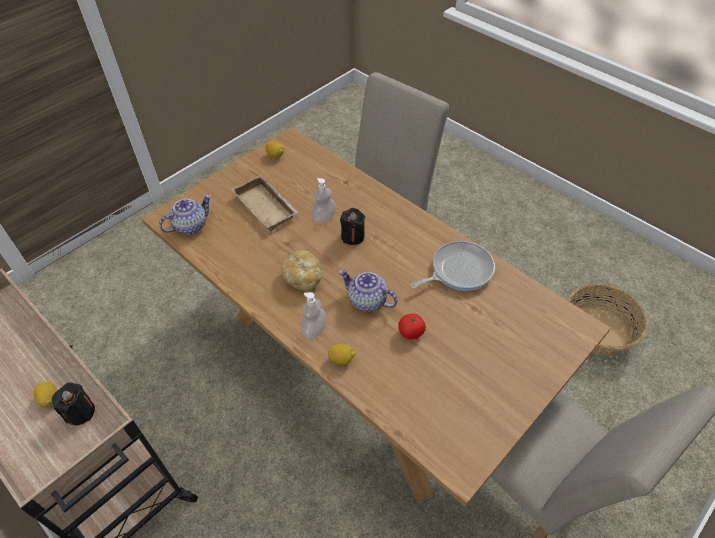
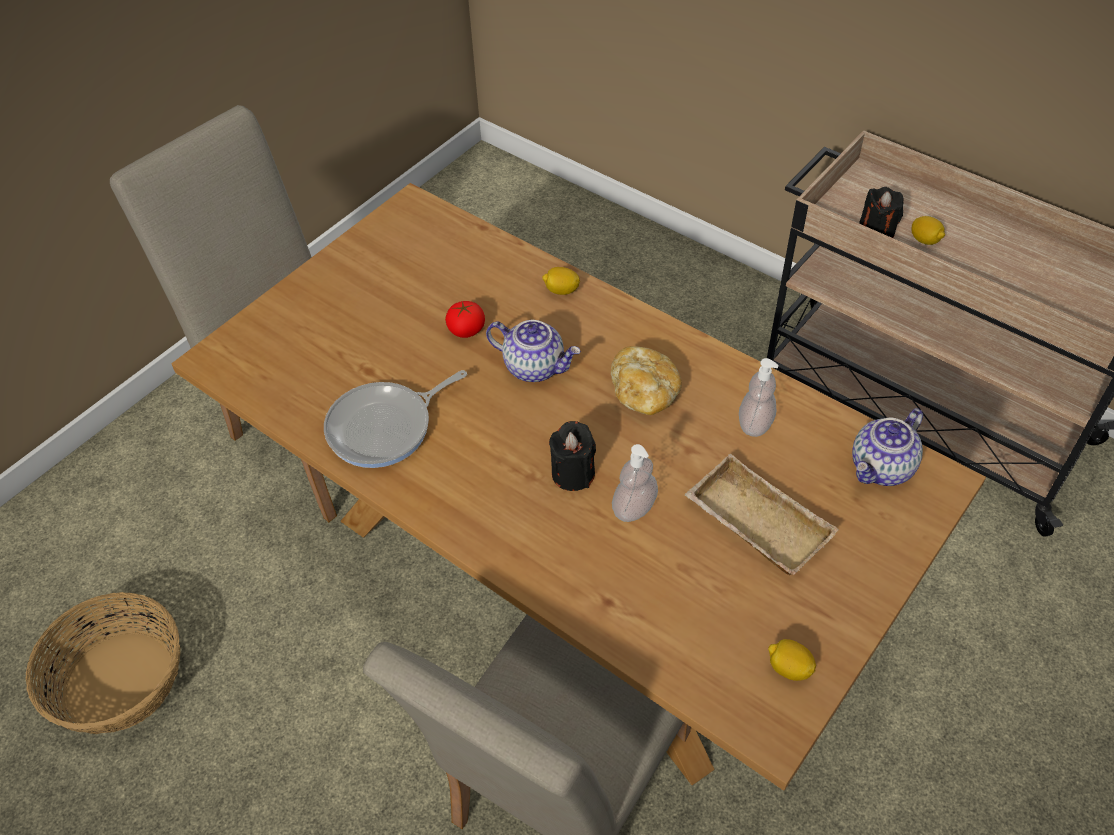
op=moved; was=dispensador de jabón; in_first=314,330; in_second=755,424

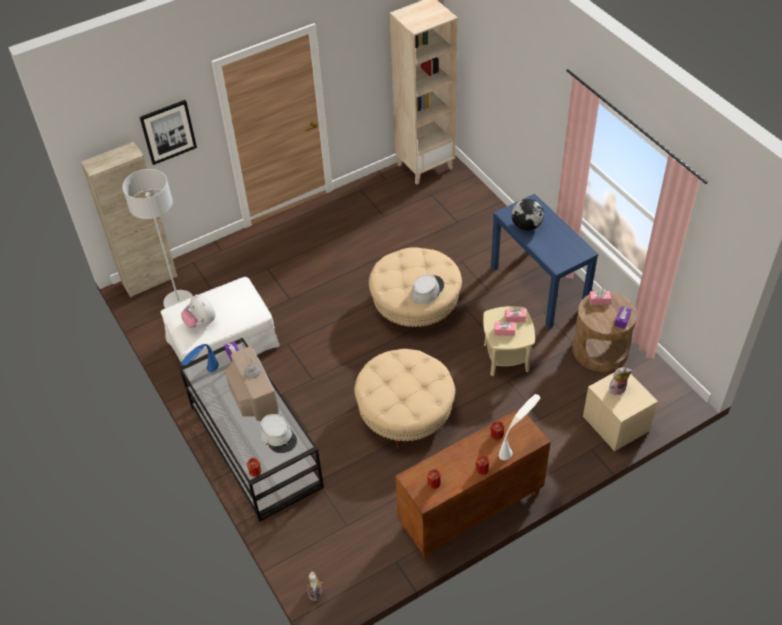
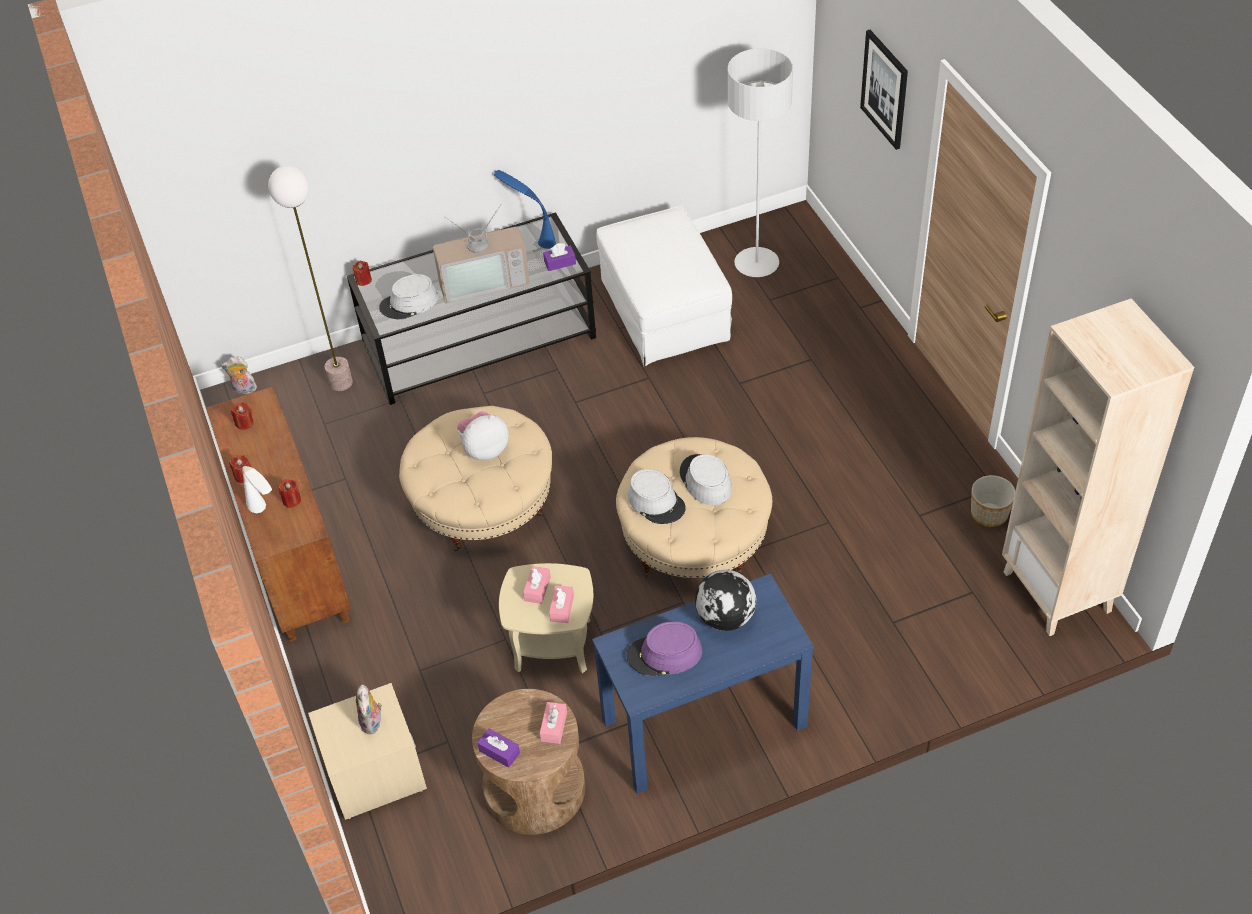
op=removed; was=armario/beis; in_first=149,280
op=moved; was=peluche; in_first=201,322; in_second=484,449
op=added; now=lámpara de pie; in_second=341,382
op=added; now=sombrero/morado; in_second=664,654
op=added; now=sombrero/gris; in_second=705,481
op=added; now=maceta; in_second=990,514

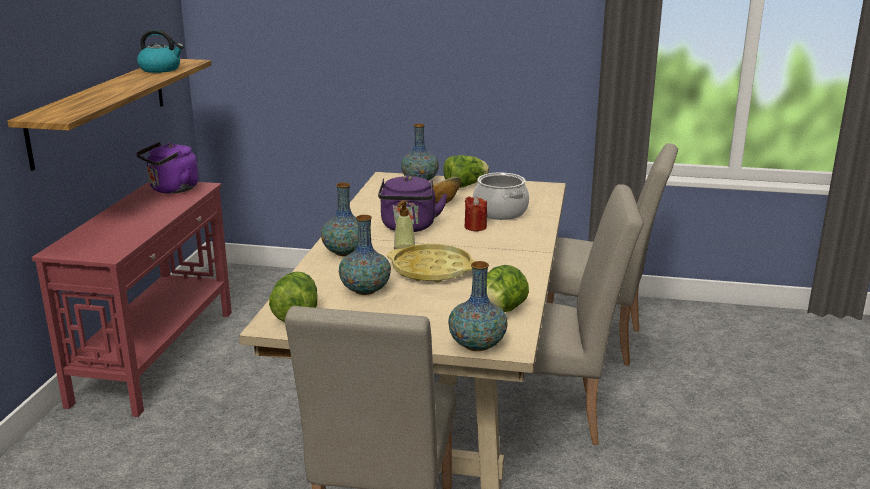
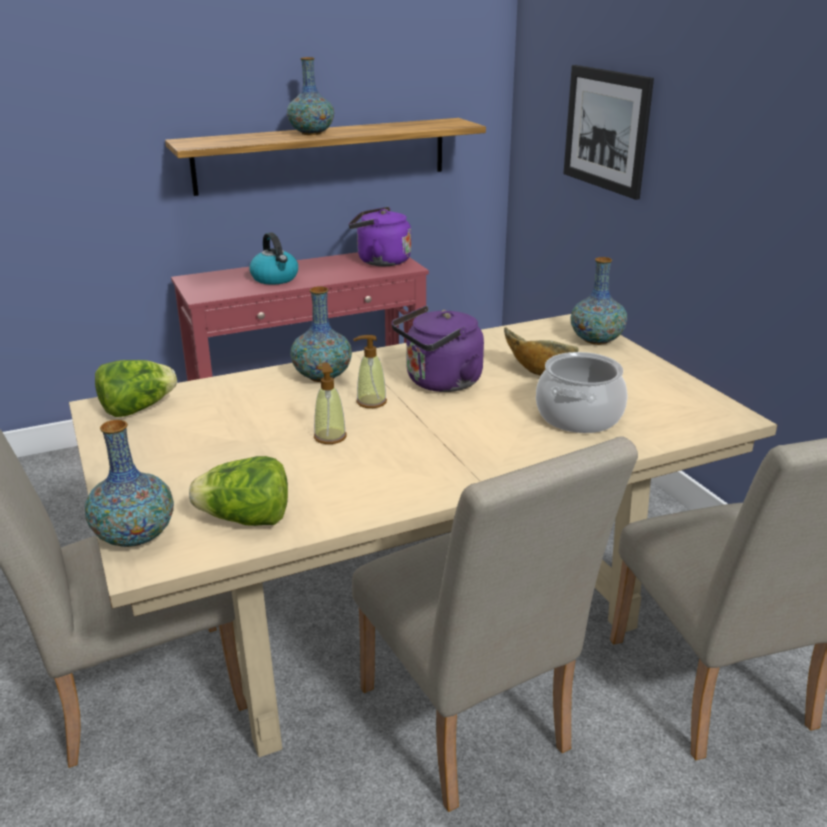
op=moved; was=hervidor; in_first=161,69; in_second=275,278
op=moved; was=florero; in_first=365,290; in_second=311,133
op=replaced; was=bandeja/amarillo; now=dispensador de jabón; in_first=432,270; in_second=330,437
op=removed; was=lechuga; in_first=465,185
op=removed; was=vela/rojo; in_first=475,227
op=added; now=cuadro; in_second=606,130

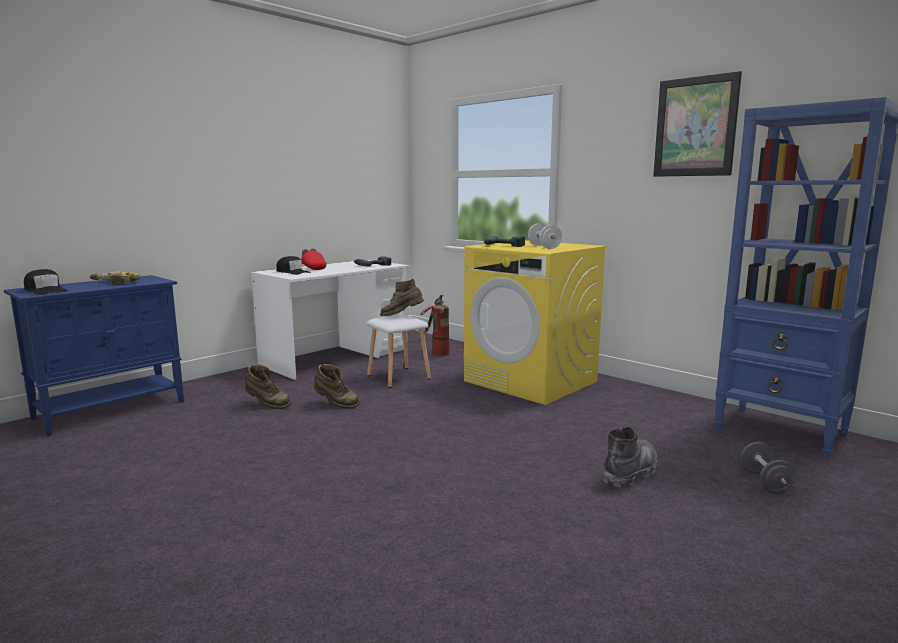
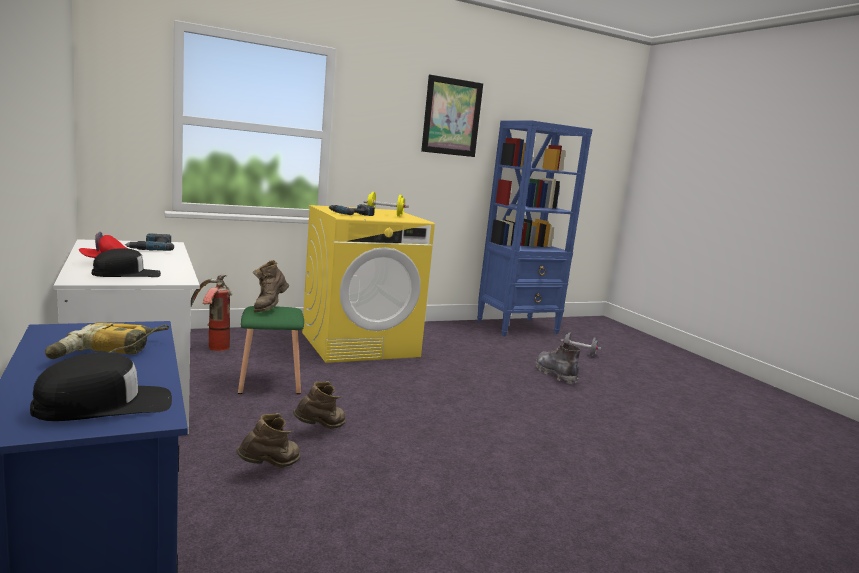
op=recoloured; was=taburete/blanco; now=taburete/verde; in_first=398,377; in_second=271,383
op=recoloured; was=mancuerna/blanco; now=mancuerna/amarillo; in_first=544,247; in_second=385,214

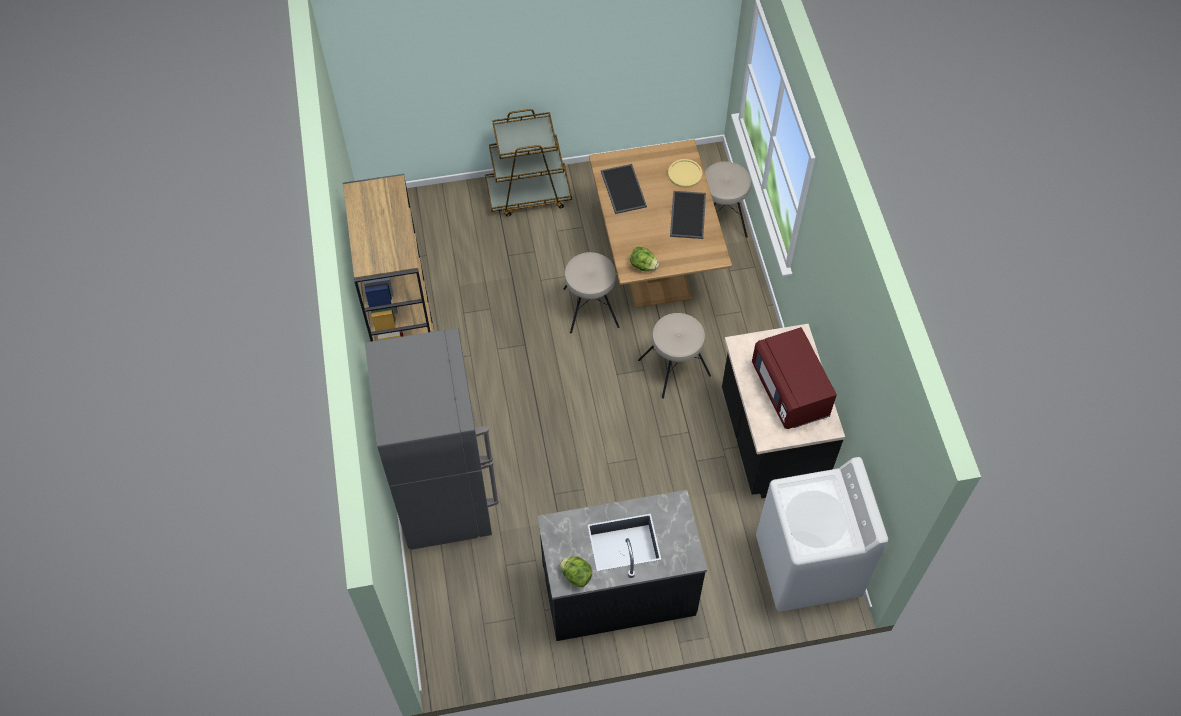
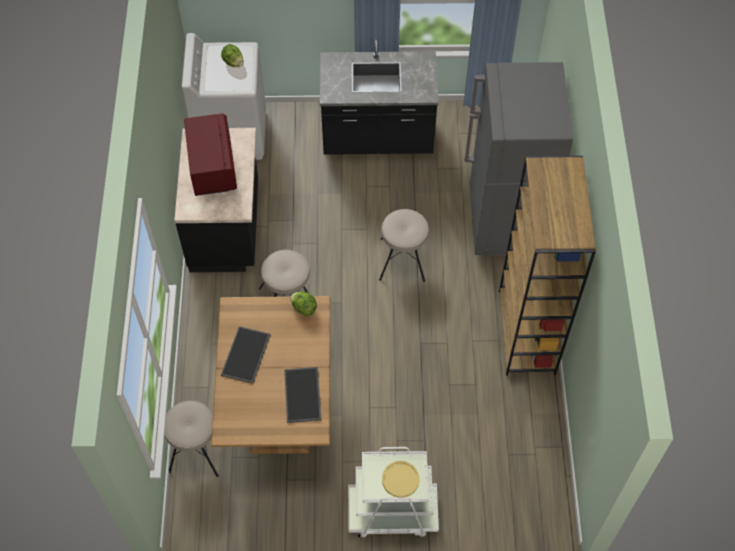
op=recoloured; was=carrito/marrón; now=carrito/blanco; in_first=529,194; in_second=392,512
op=moved; was=lechuga; in_first=576,575; in_second=233,62
op=moved; was=taburete/beis; in_first=590,308; in_second=403,259
op=moved; was=plato/amarillo; in_first=685,174; in_second=400,479

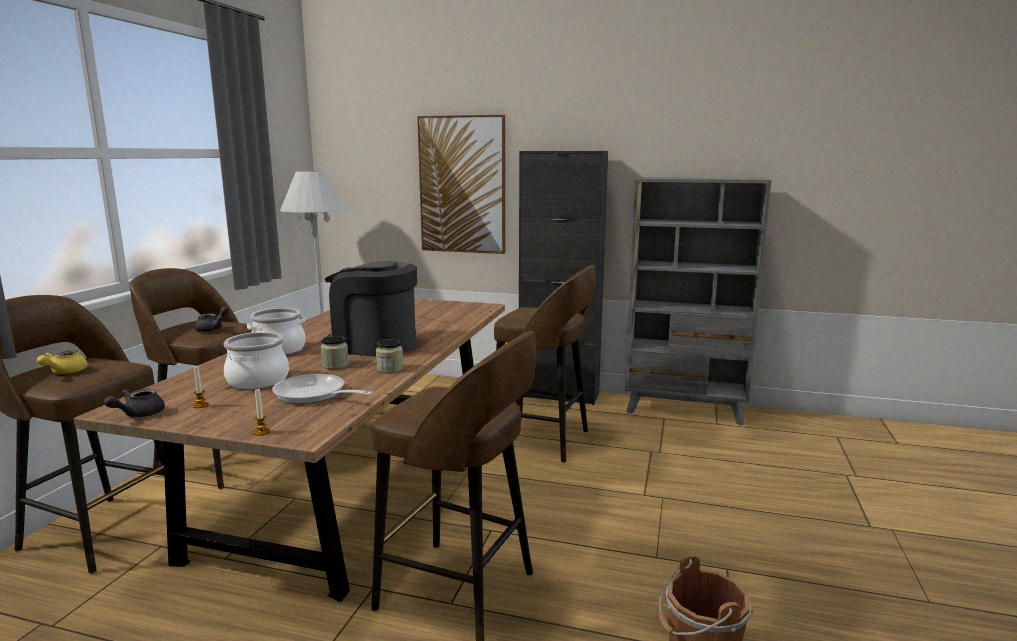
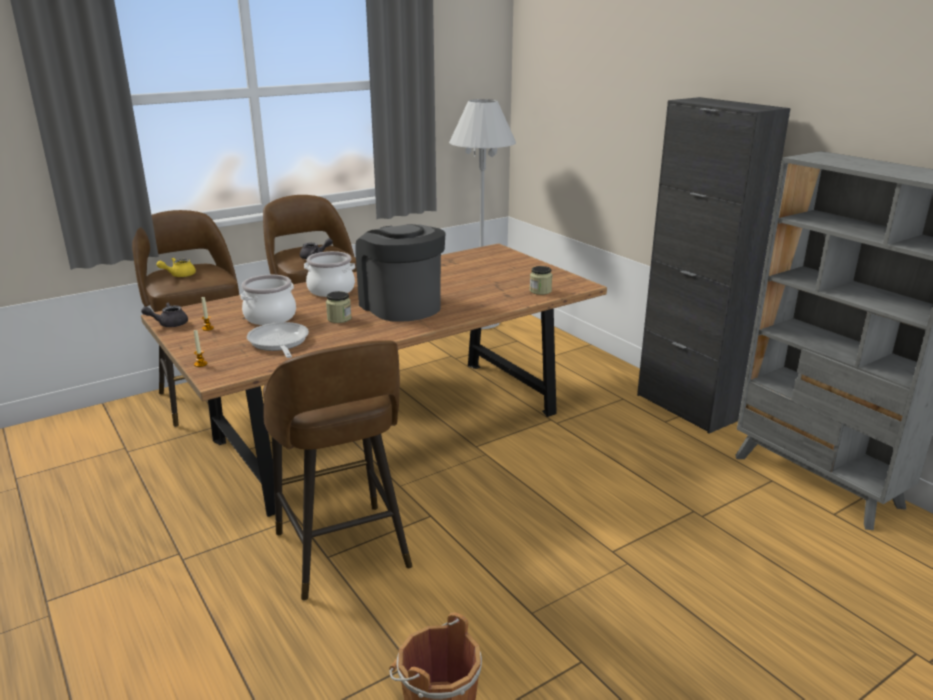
op=moved; was=tarro; in_first=390,369; in_second=540,291
op=removed; was=cuadro; in_first=462,185
op=removed; was=taburete/marrón; in_first=543,440

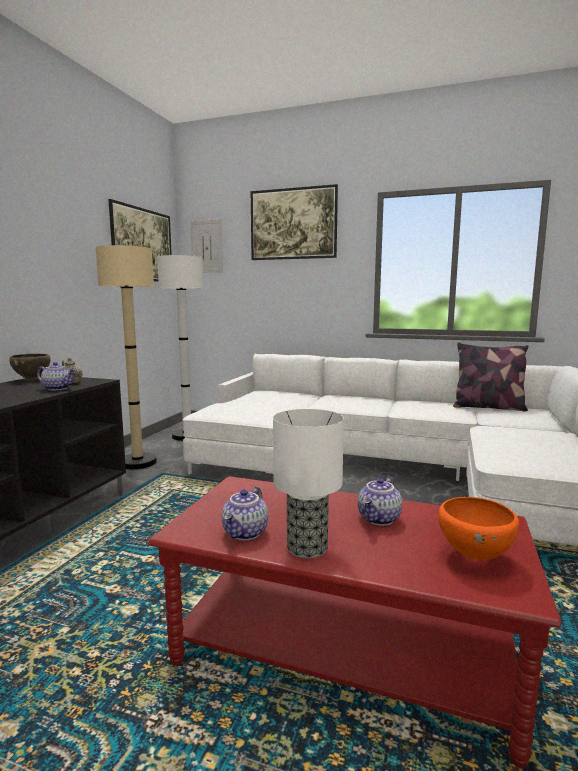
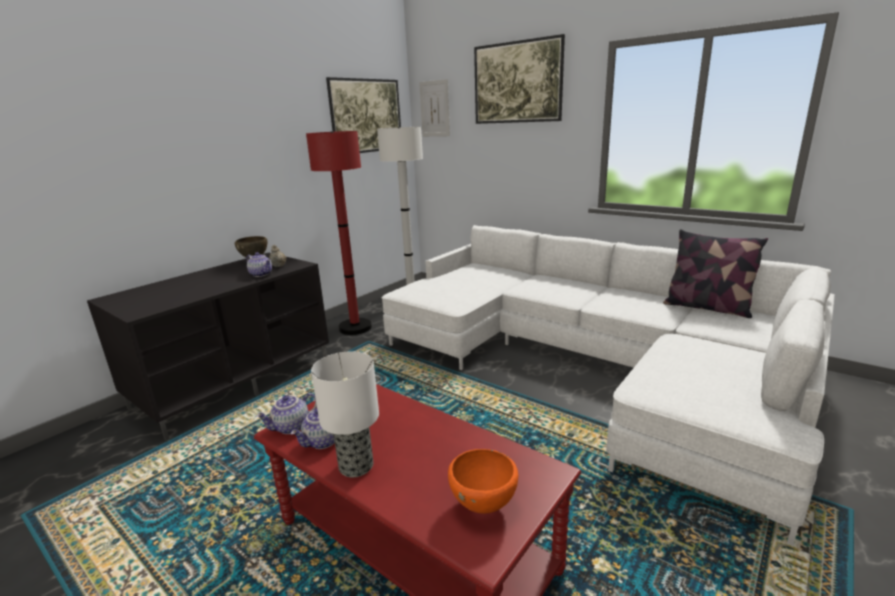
op=recoloured; was=lámpara de pie/beis; now=lámpara de pie/rojo; in_first=138,462; in_second=355,327
op=moved; was=tetera; in_first=380,519; in_second=291,427

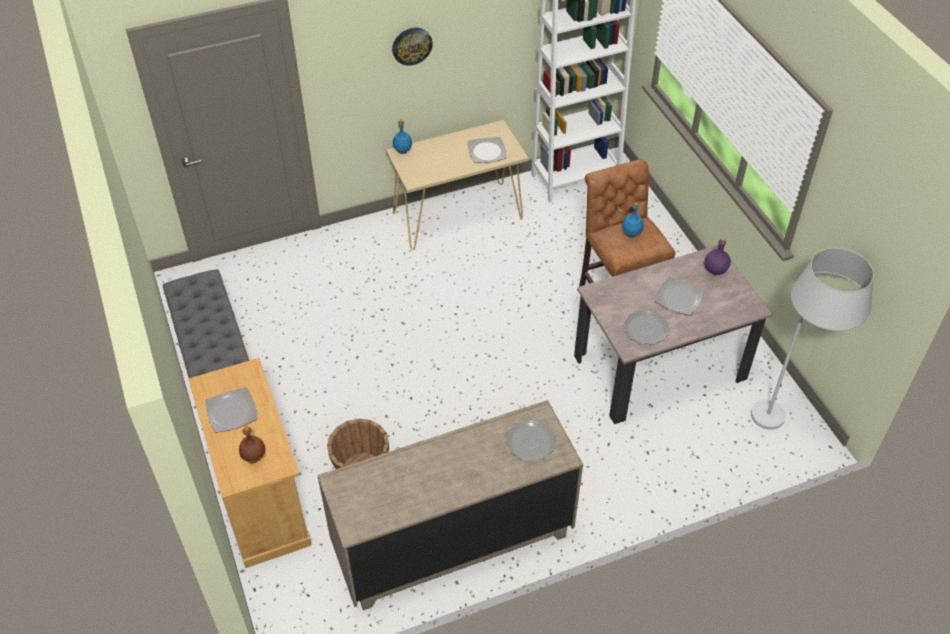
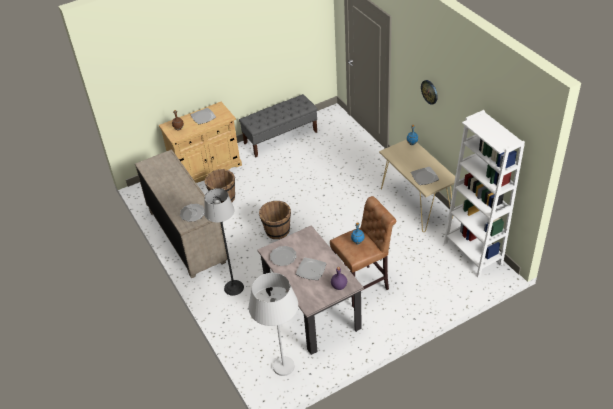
op=added; now=lámpara de pie; in_second=233,287
op=added; now=cubo/marrón; in_second=277,231

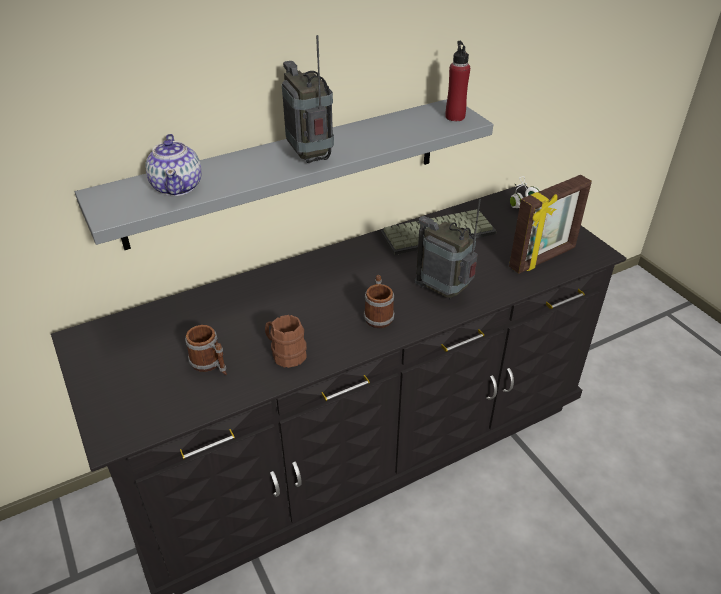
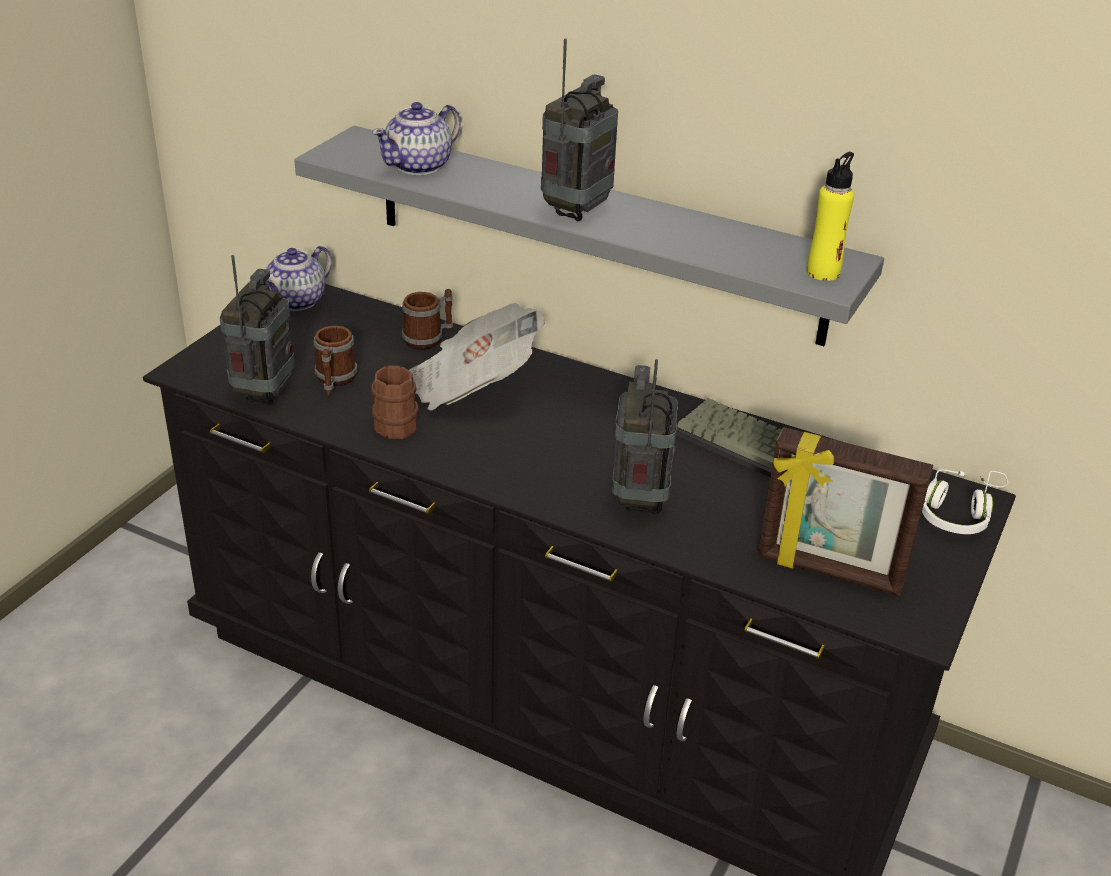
op=moved; was=taza grande; in_first=378,315; in_second=429,338
op=recoloured; was=botella/rojo; now=botella/amarillo; in_first=455,117; in_second=823,272
op=added; now=radio; in_second=264,394
op=added; now=tetera; in_second=297,301
op=added; now=periódico; in_second=471,387

